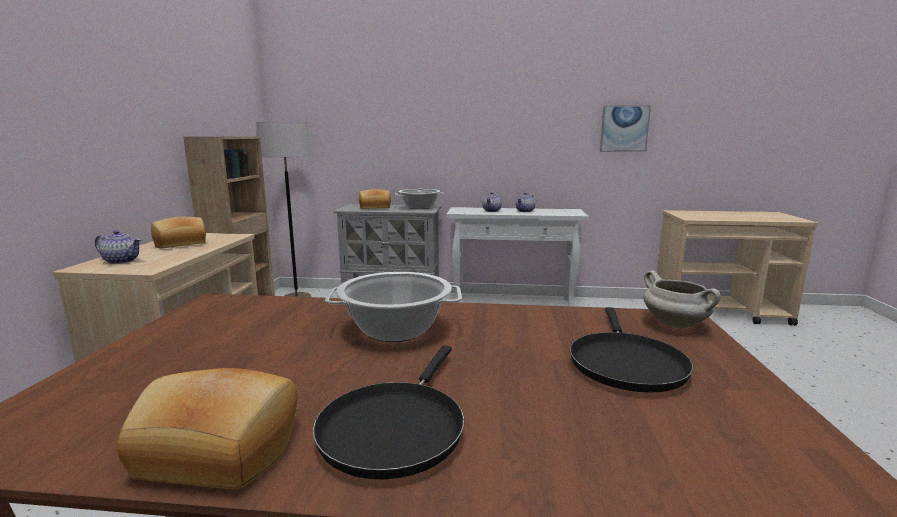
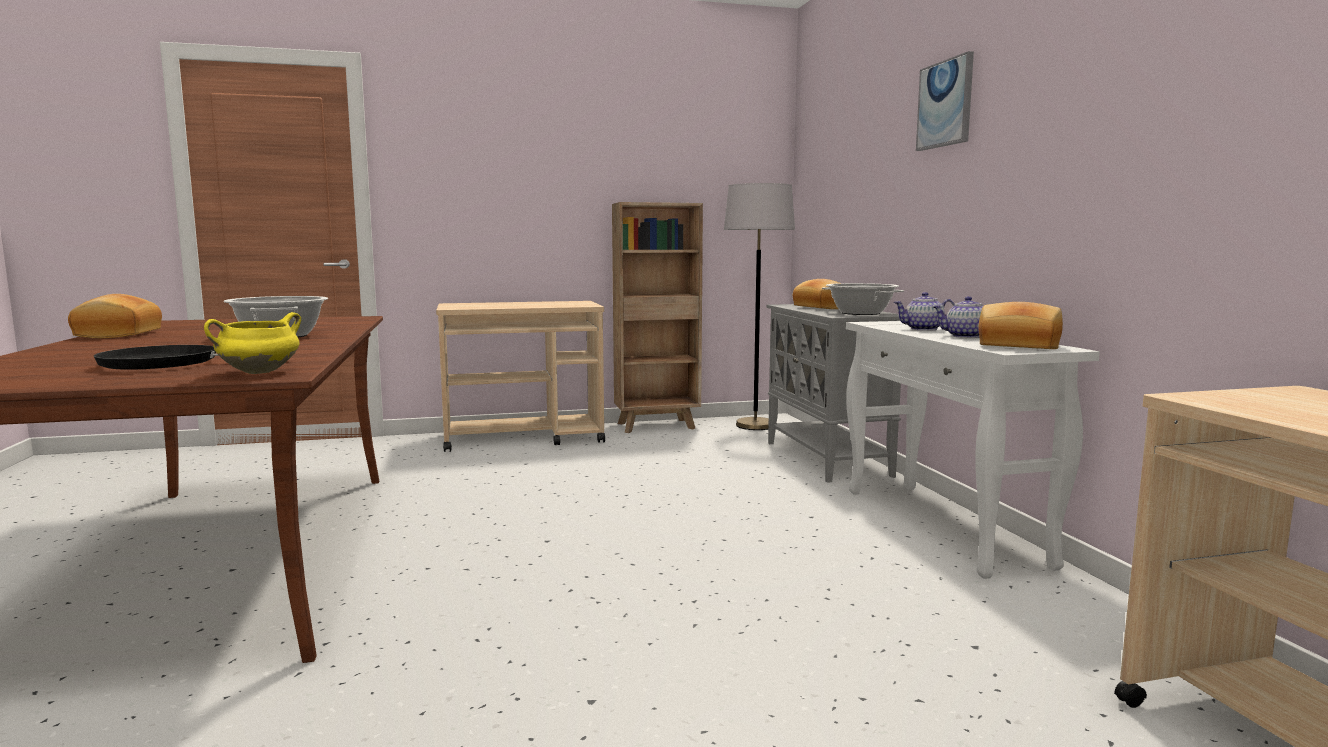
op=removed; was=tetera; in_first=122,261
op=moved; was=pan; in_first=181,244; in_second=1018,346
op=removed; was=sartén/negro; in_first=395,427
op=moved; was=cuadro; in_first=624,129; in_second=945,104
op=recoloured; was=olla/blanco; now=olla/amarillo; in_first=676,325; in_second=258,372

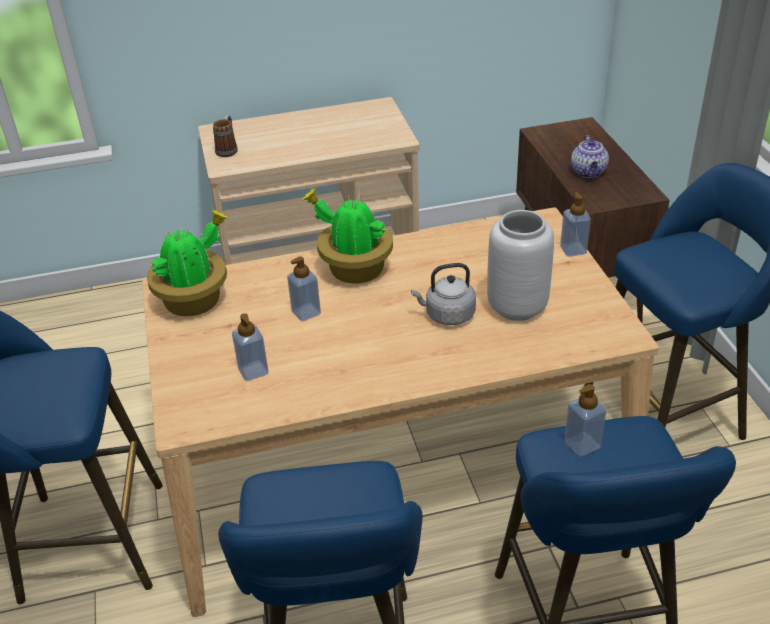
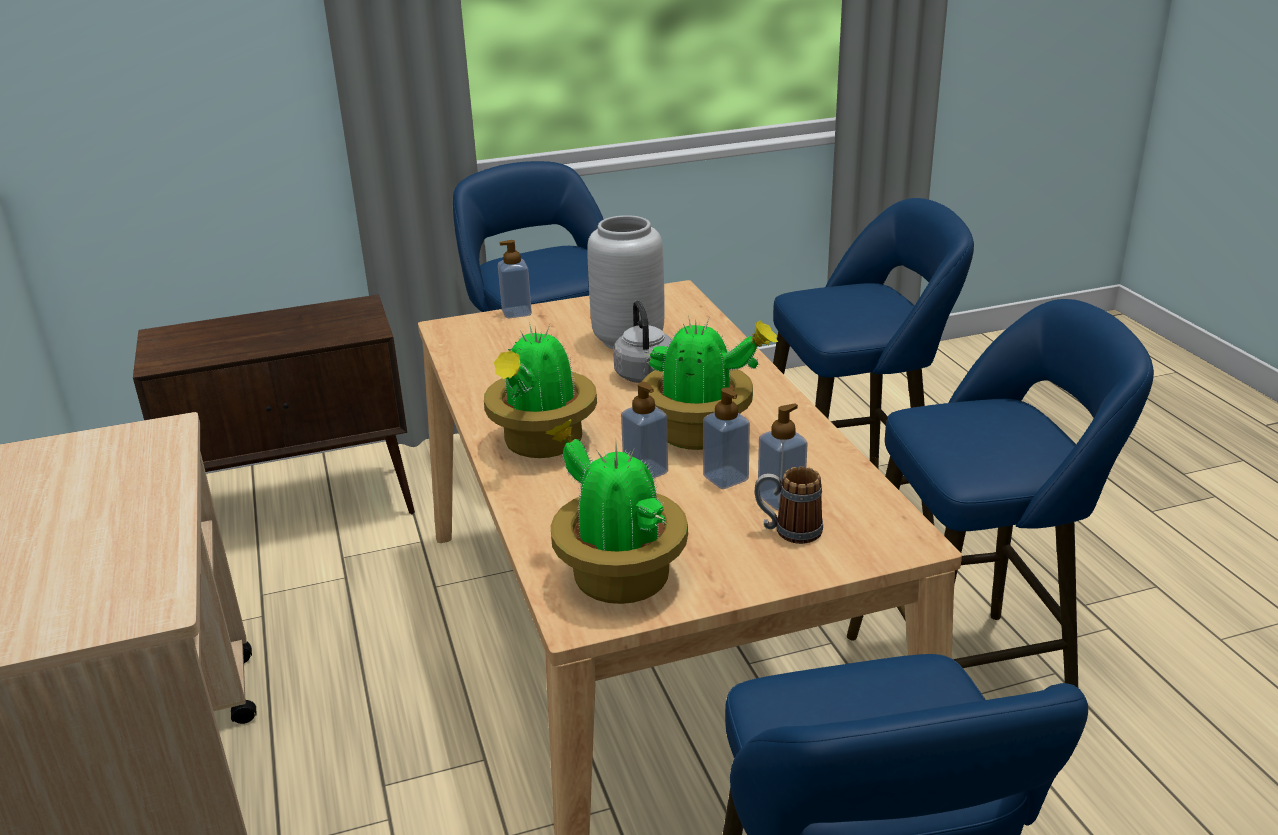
op=moved; was=taza grande; in_first=228,149; in_second=788,531
op=moved; was=dispensador de jabón; in_first=582,444; in_second=725,478
op=removed; was=tetera; in_first=589,172
op=added; now=planta en maceta; in_second=701,434

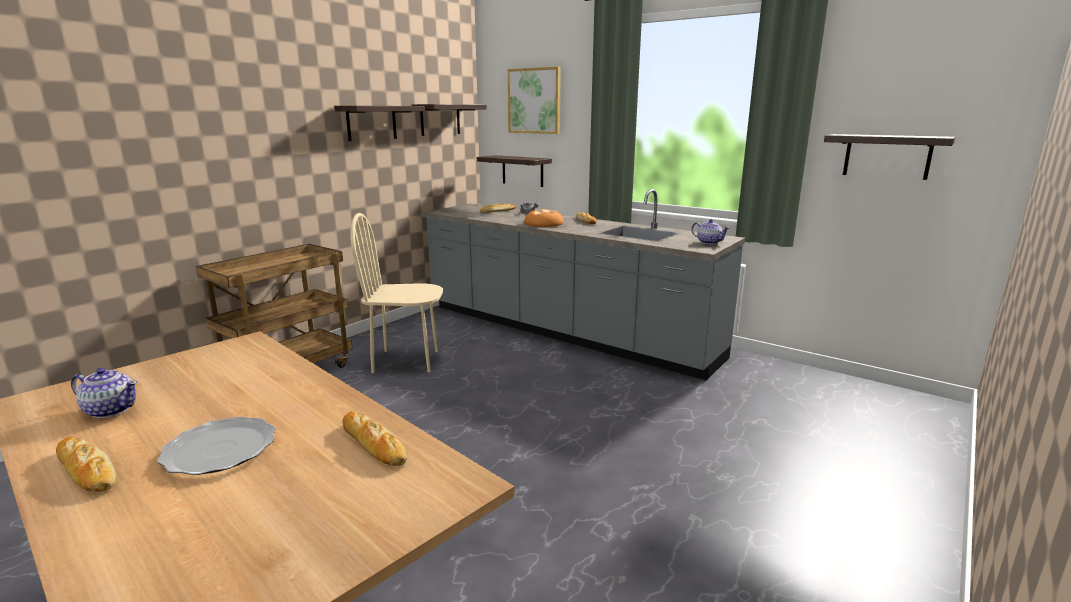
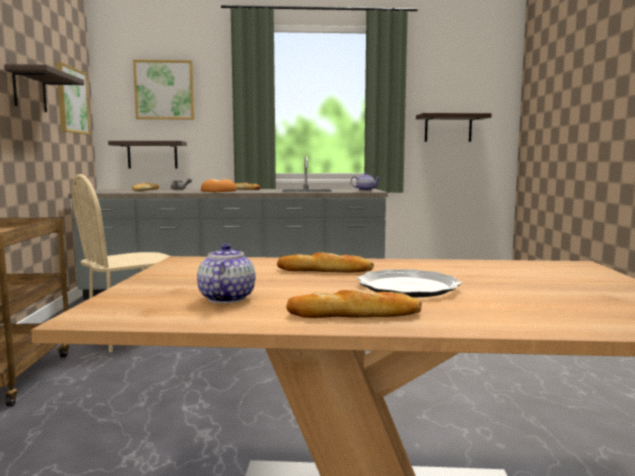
op=turned; was=tetera; in_first=111,410; in_second=226,298; clockwise=-60
op=moved; was=pan; in_first=373,444; in_second=324,270
op=replaced; was=estante; now=cuadro; in_first=440,119; in_second=72,100

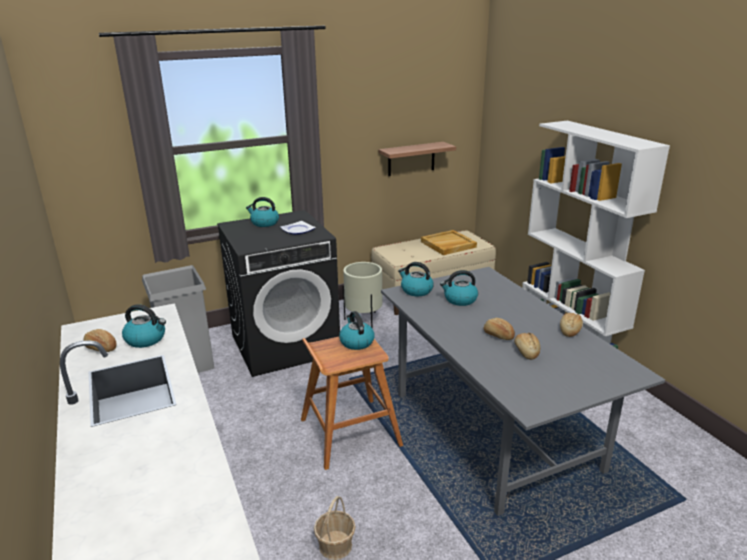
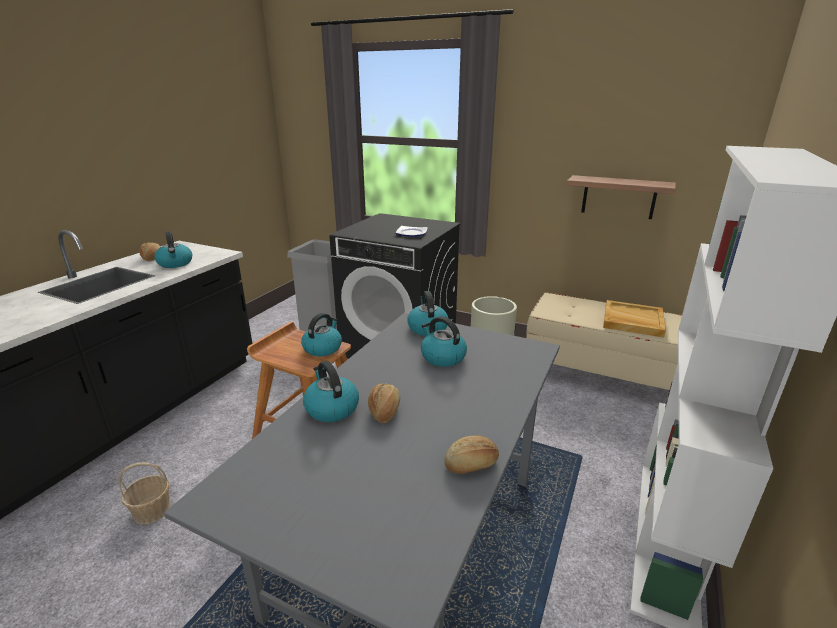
op=moved; was=hervidor; in_first=264,223; in_second=331,408
op=removed; was=pan; in_first=526,351

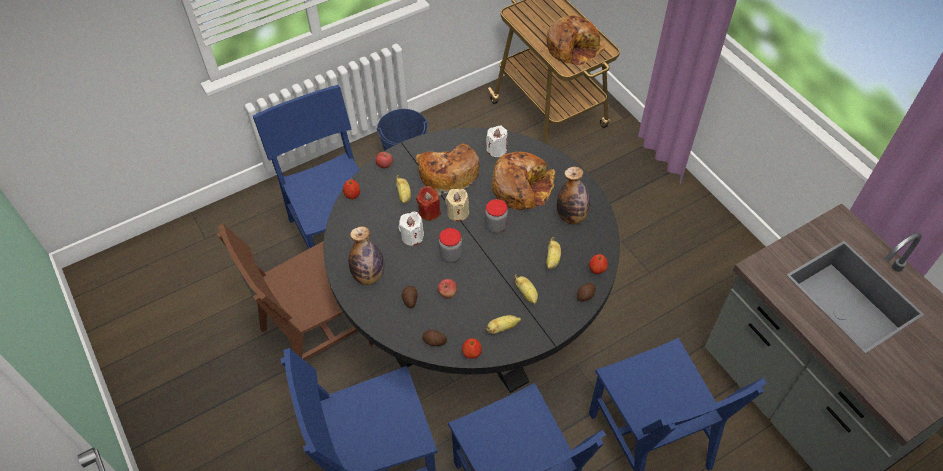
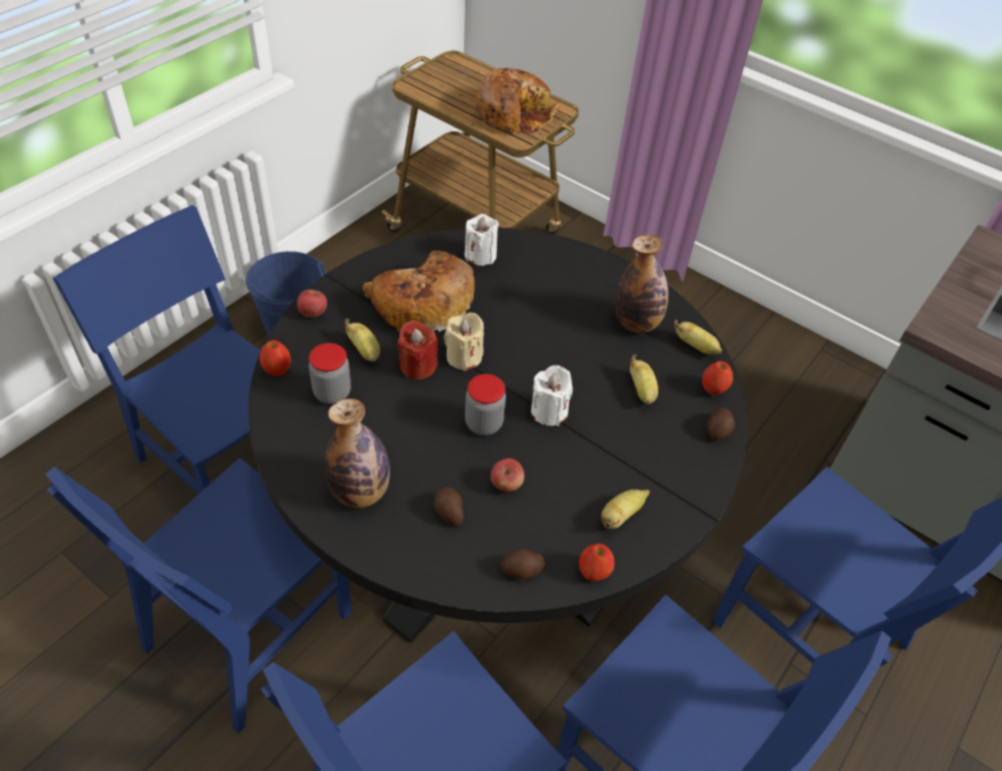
op=recoloured; was=silla/marrón; now=silla/azul; in_first=318,335; in_second=248,630
op=moved; was=vela/blanco; in_first=412,237; in_second=549,411
op=moved; was=tarro; in_first=496,226; in_second=332,393
op=removed; was=pan; in_first=521,187
op=moved; was=plátano; in_first=527,294; in_second=696,346

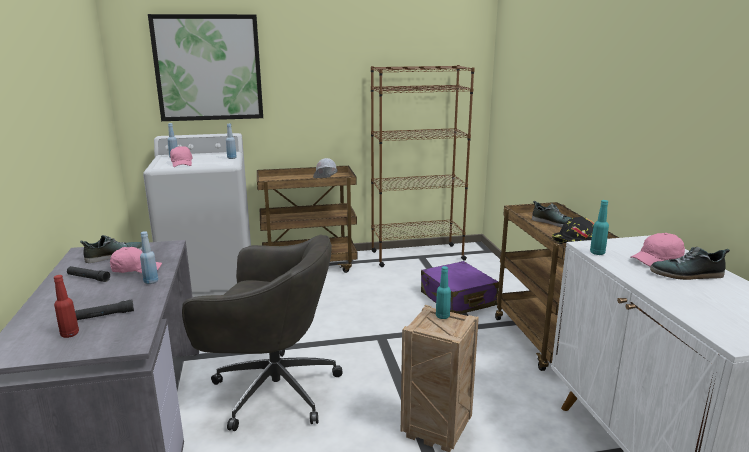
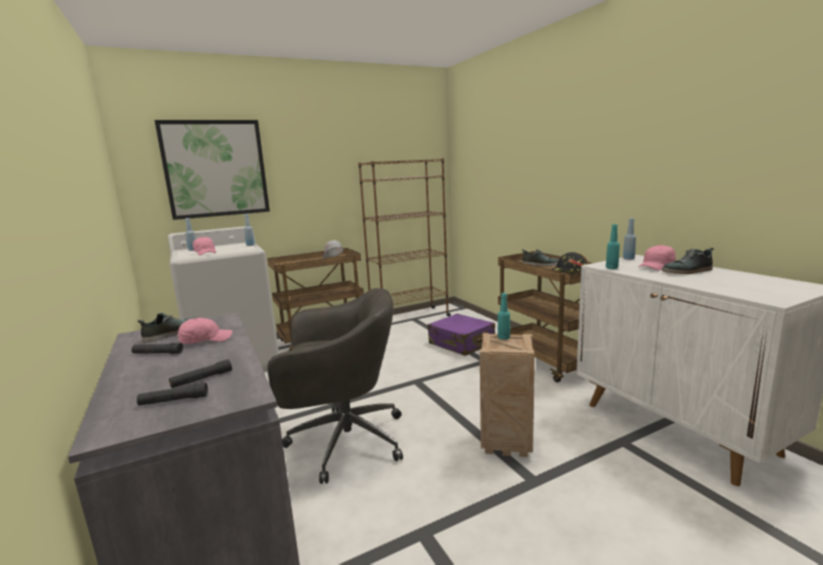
op=replaced; was=botella/rojo; now=linterna/negro; in_first=70,334; in_second=174,400
op=moved; was=botella/azul; in_first=151,282; in_second=628,258

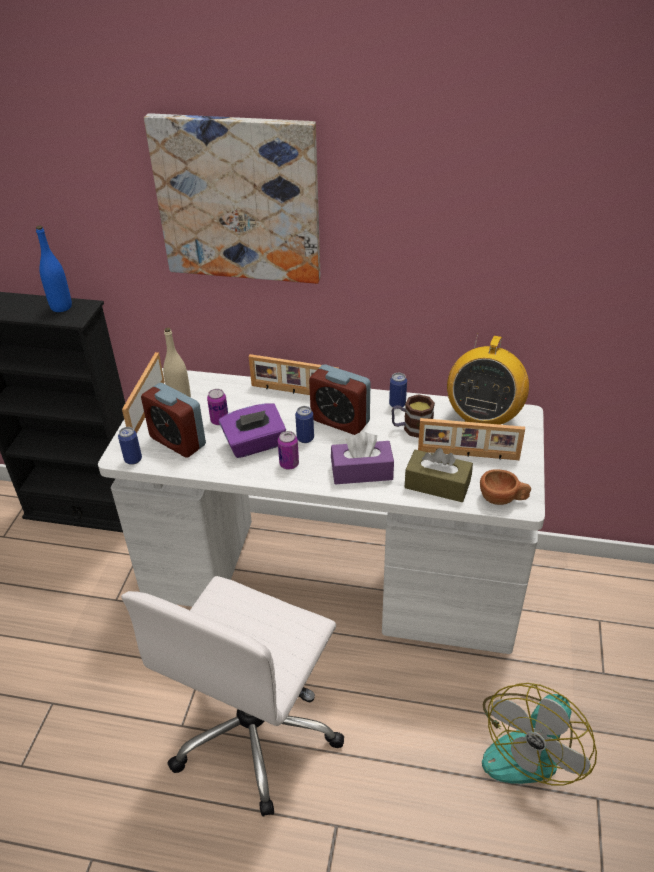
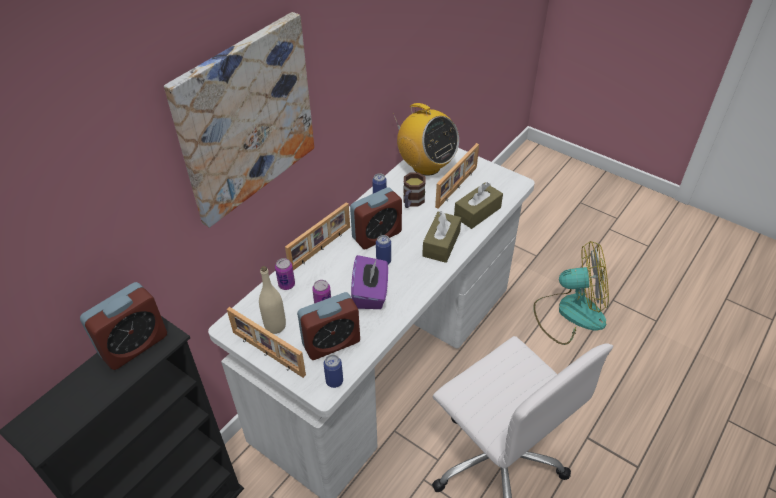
op=replaced; was=botella/azul; now=despertador; in_first=61,307; in_second=134,345
op=moved; was=lata; in_first=289,464; in_second=286,284
op=recoloured; was=caja de pañuelos/morado; now=caja de pañuelos/marrón; in_first=362,471; in_second=441,244
op=removed; was=taza/marrón; in_first=503,499
op=turned; was=ventilador; in_first=529,745; in_second=569,313; clockwise=-60

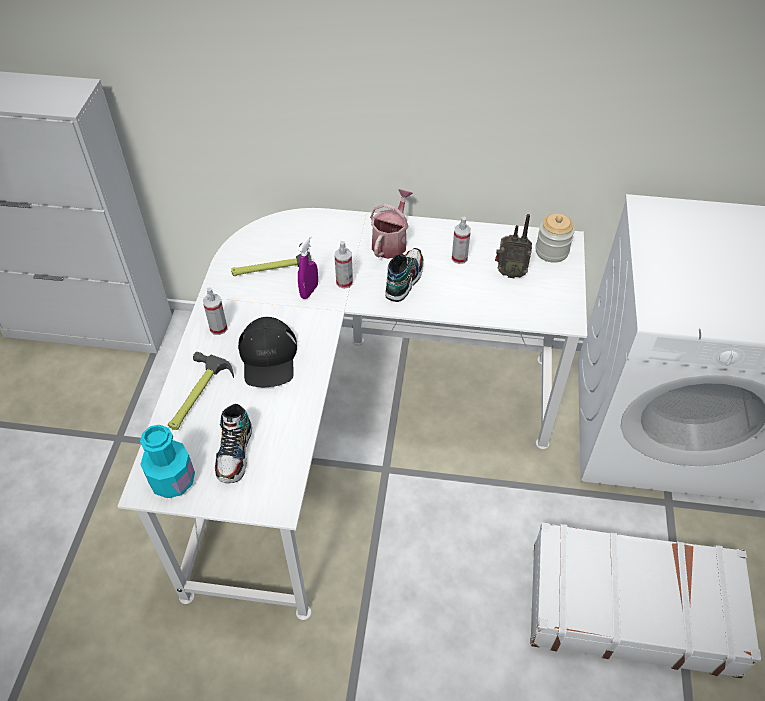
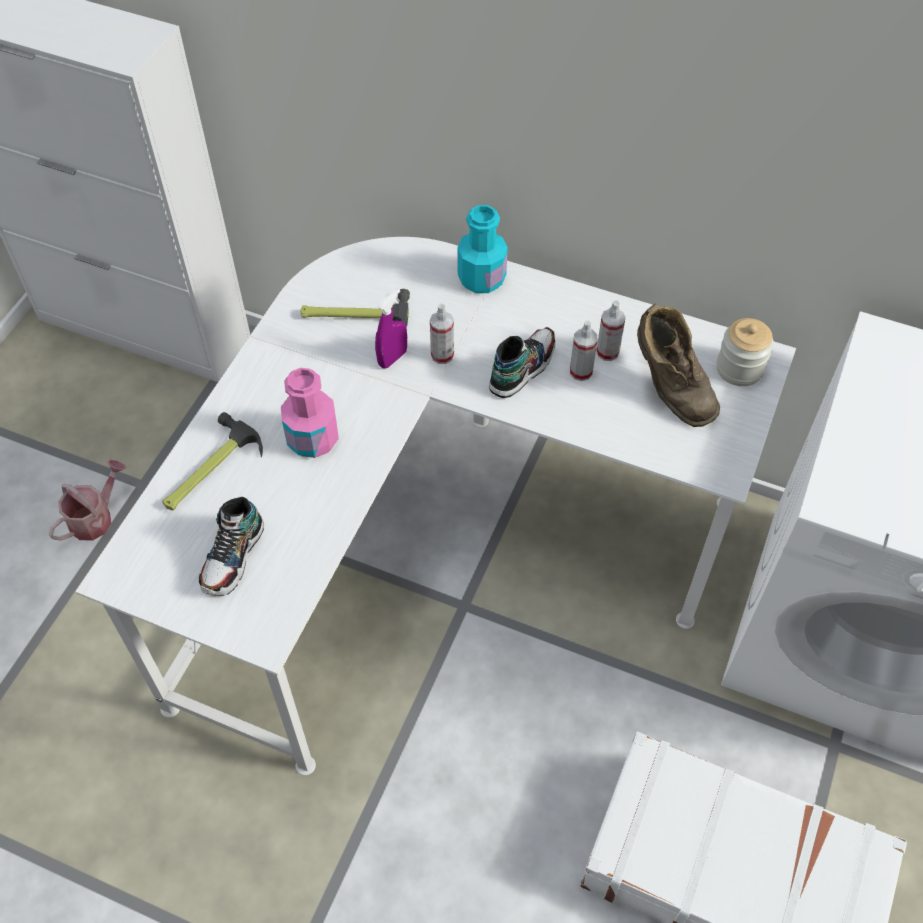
op=moved; was=botella/turquesa; in_first=173,480; in_second=481,278
op=moved; was=pulverizador; in_first=218,328; in_second=581,372
op=replaced; was=gorra/negro; now=botella/rosa; in_first=268,357; in_second=313,439
op=moved; was=regadera; in_first=391,242; in_second=95,517
op=replaced; was=radio; now=bota/marrón; in_first=509,273; in_second=669,388

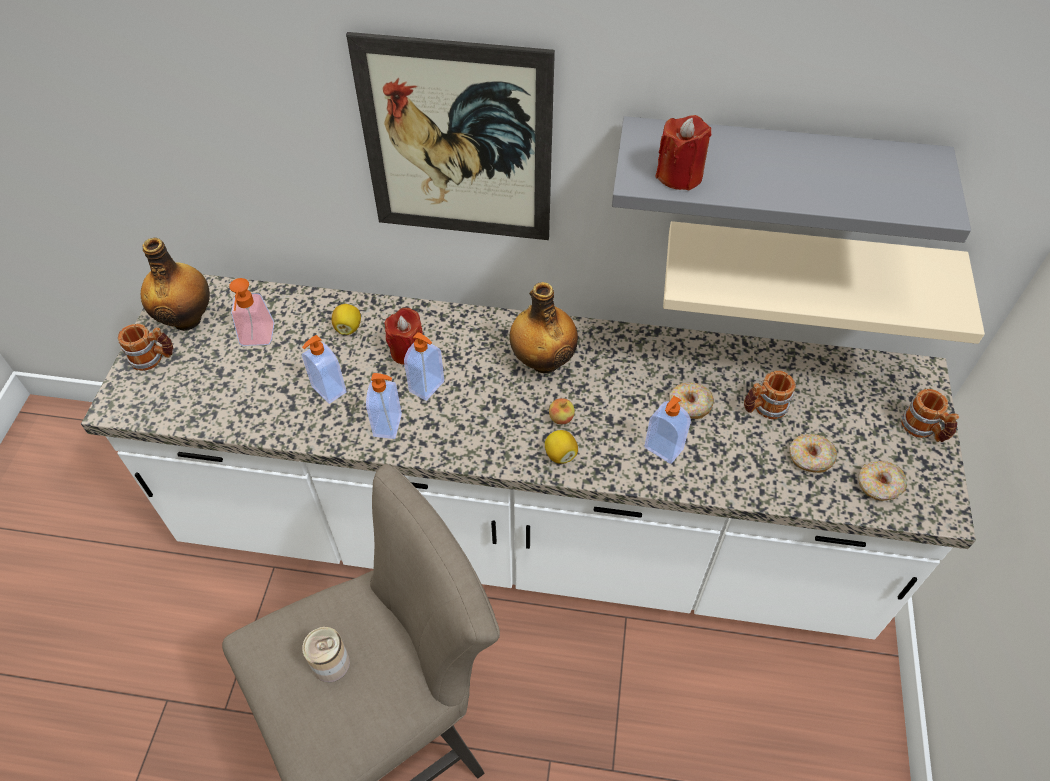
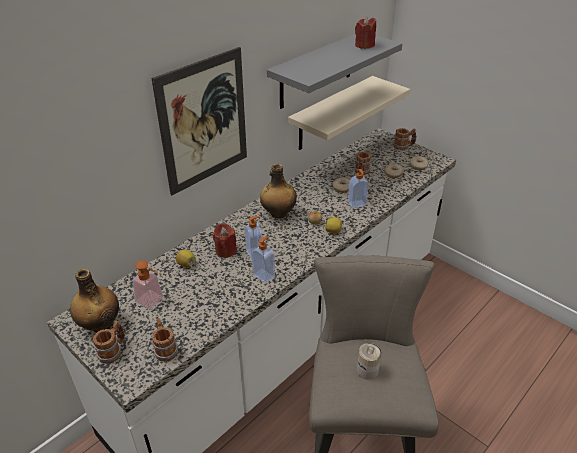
op=removed; was=dispensador de jabón; in_first=328,390
op=moved; was=vela/rojo; in_first=679,175; in_second=364,45
op=added; now=taza grande; in_second=165,348

